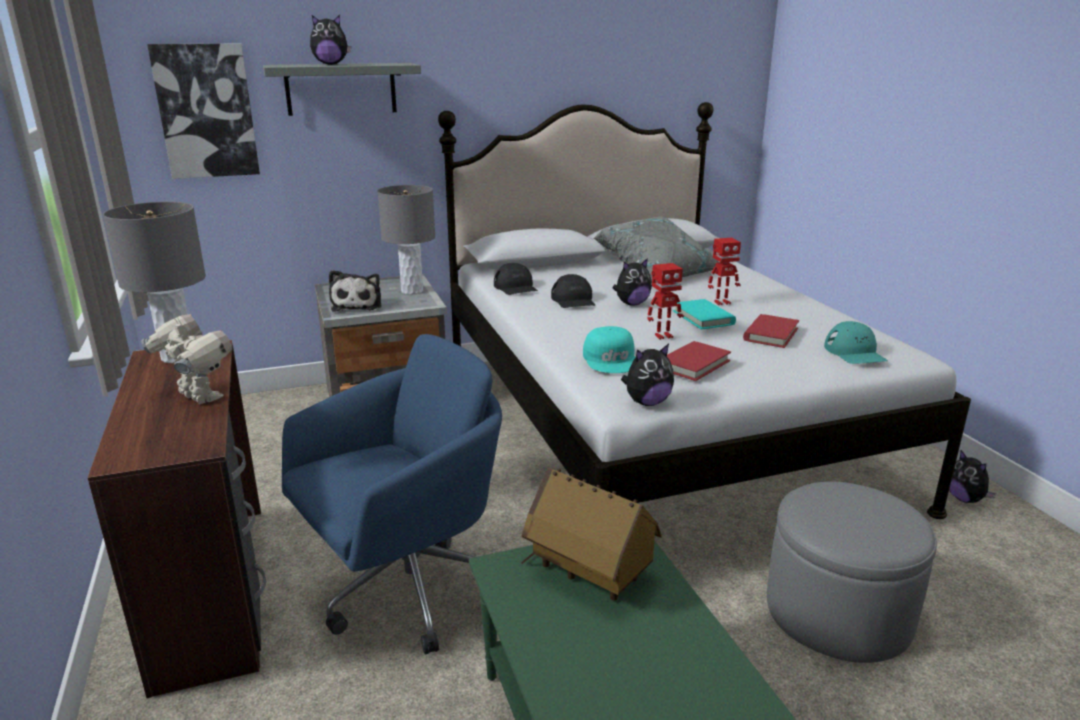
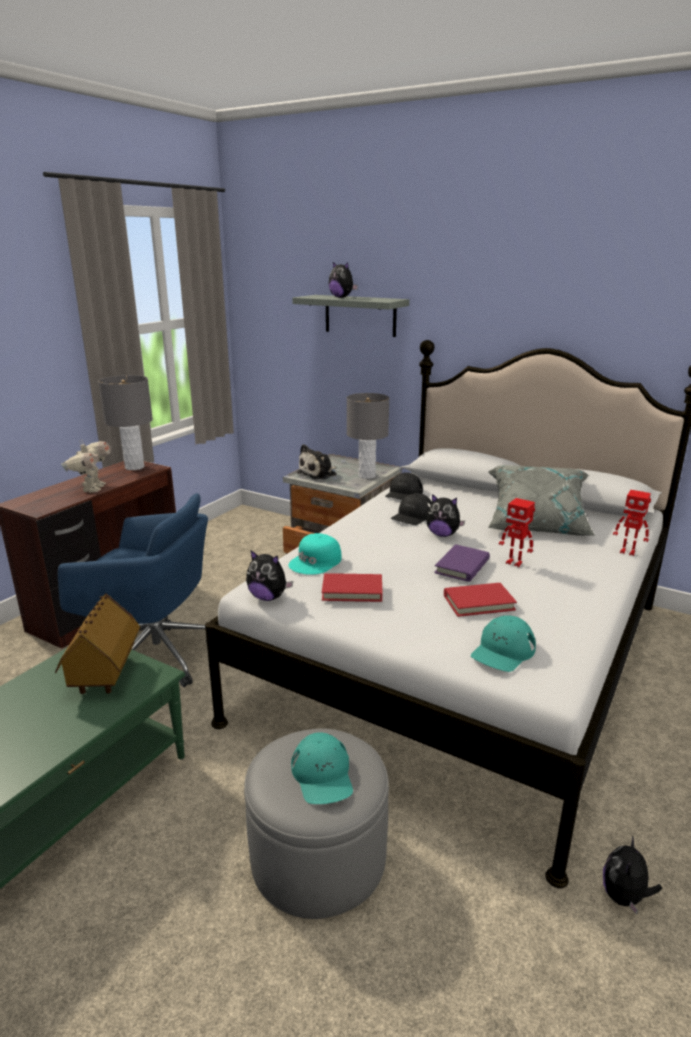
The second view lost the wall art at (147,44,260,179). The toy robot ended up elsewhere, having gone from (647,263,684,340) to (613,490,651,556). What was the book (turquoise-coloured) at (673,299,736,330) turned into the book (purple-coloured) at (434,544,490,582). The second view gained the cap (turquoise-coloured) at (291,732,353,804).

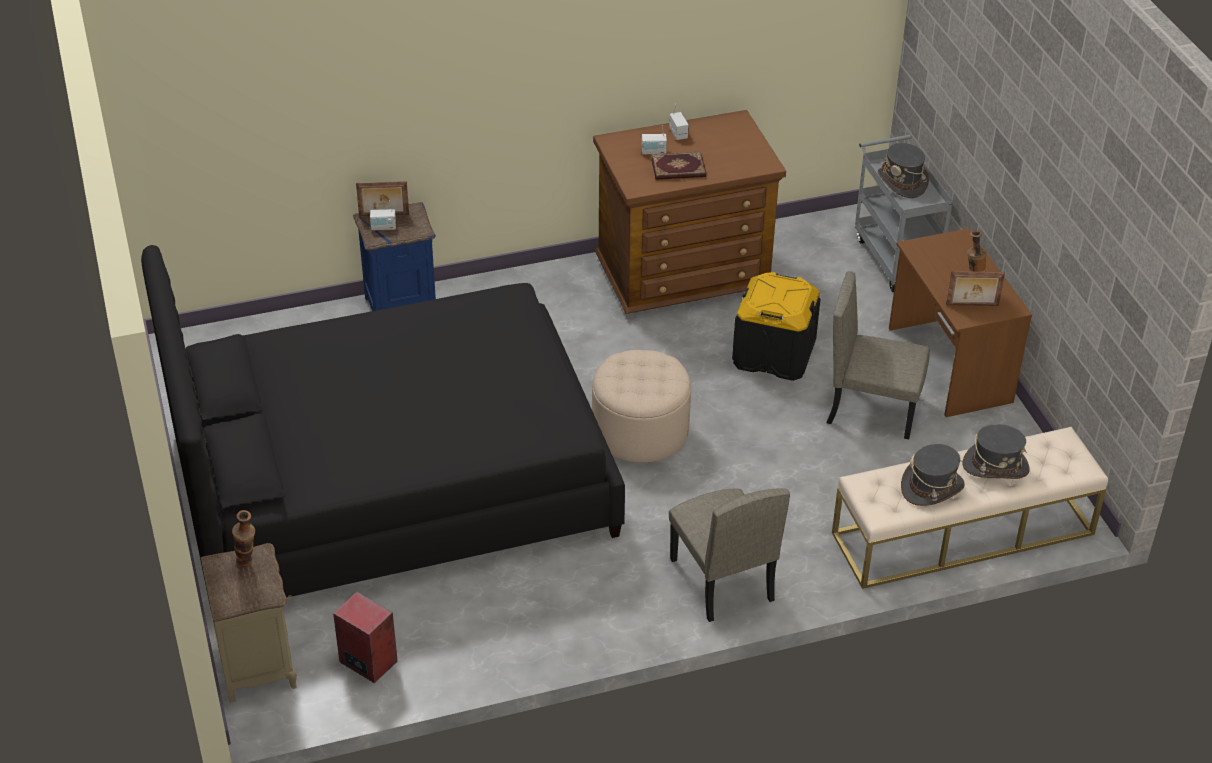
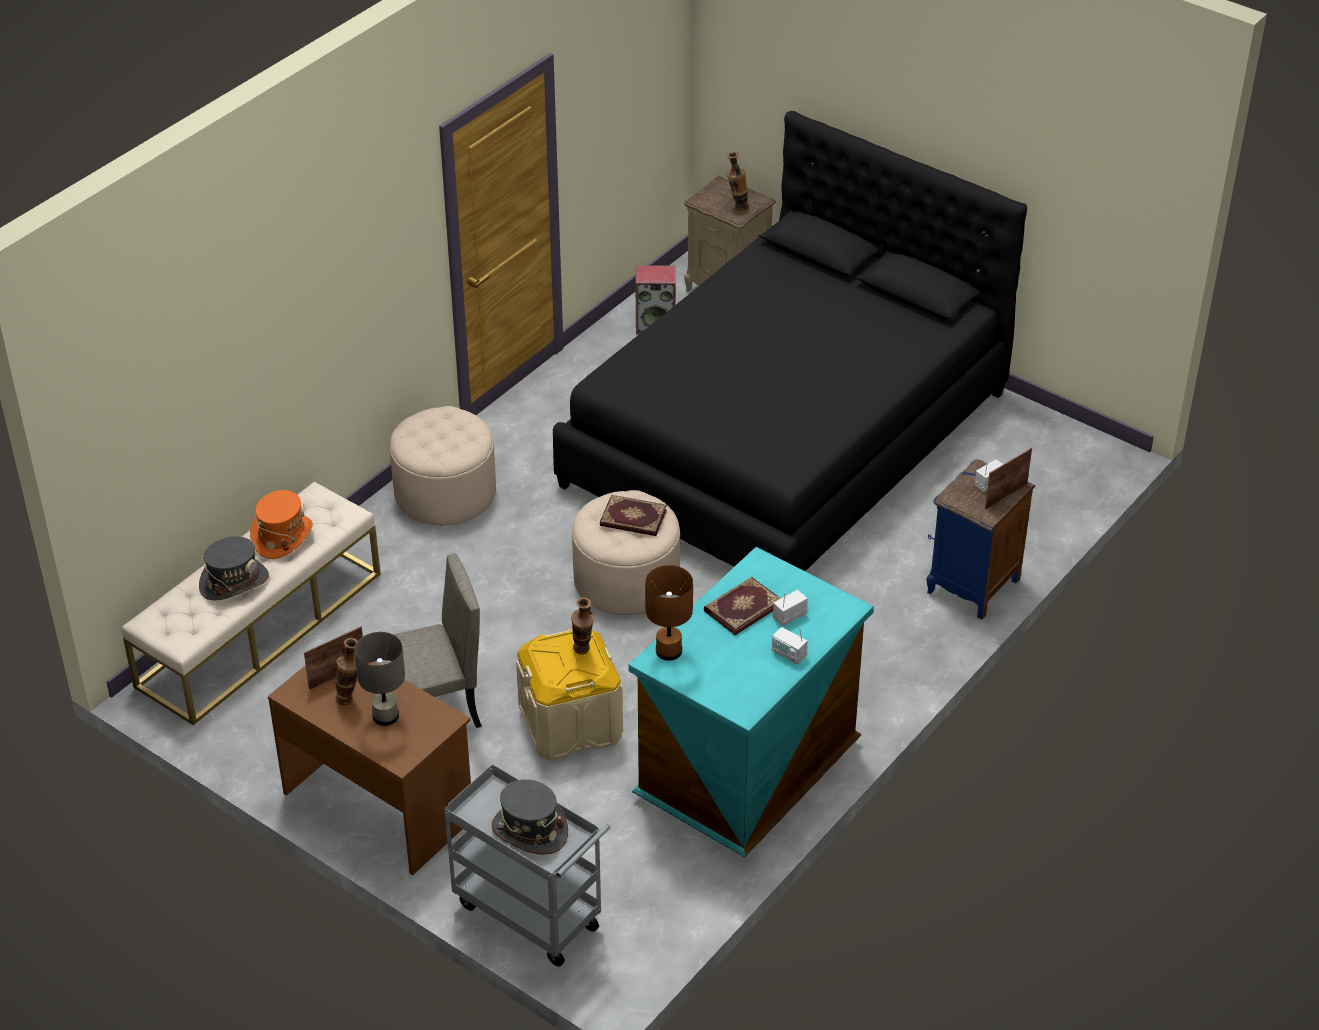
What was the chest of drawers (brown-coloured) at (593,110,786,314) turned into the chest of drawers (turquoise-coloured) at (629,547,874,857). Where the upright chair (sand-coloured) stood at (669,488,790,622), the ottoman (sand-coloured) came to stand at (390,406,496,526). What was the storage container (black-coloured) at (732,272,820,381) turned into the storage container (sand-coloured) at (516,628,623,761). What was the hat (grey) at (901,444,965,506) turned into the hat (orange-coloured) at (250,490,313,559). The second view gained the table lamp (grey) at (355,632,405,726). The second view gained the vase at (571,597,594,654). The second view gained the book at (600,495,667,536). The second view gained the table lamp (brown-coloured) at (645,565,693,661).

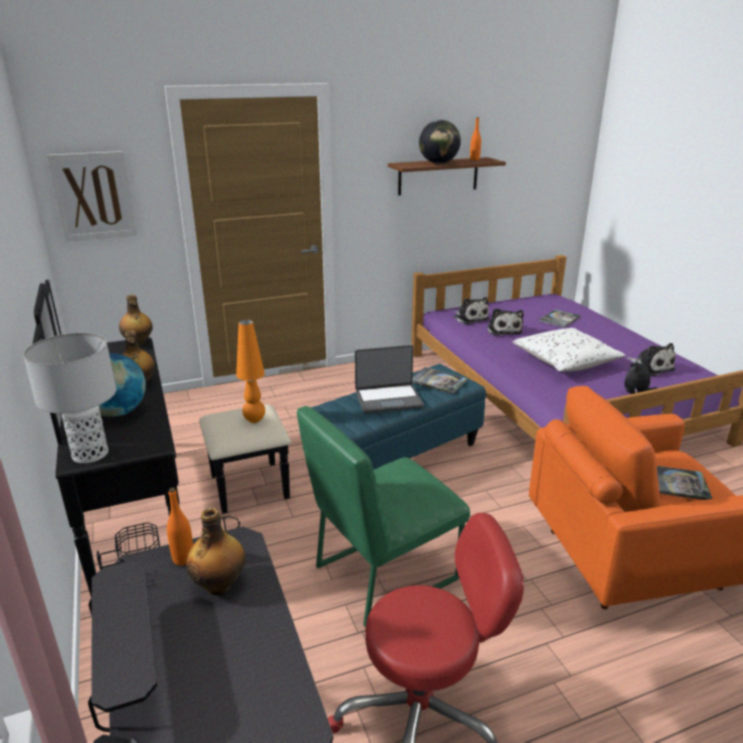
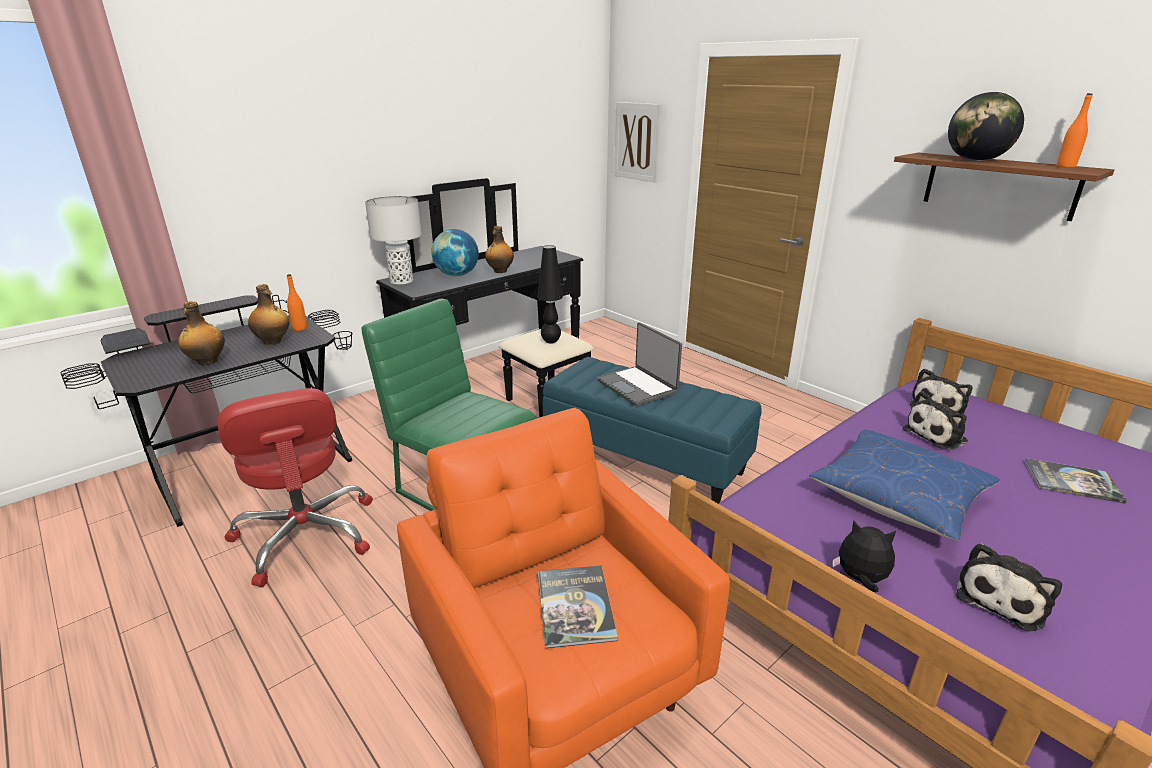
The drink bottle ended up elsewhere, having gone from (119,295,153,346) to (178,301,225,366). What was the table lamp (orange-coloured) at (236,320,265,423) turned into the table lamp (black-coloured) at (538,245,563,344). The second view lost the book at (412,367,467,394). What was the cushion (whitish) at (512,328,626,372) turned into the cushion (blue) at (809,430,1000,541).

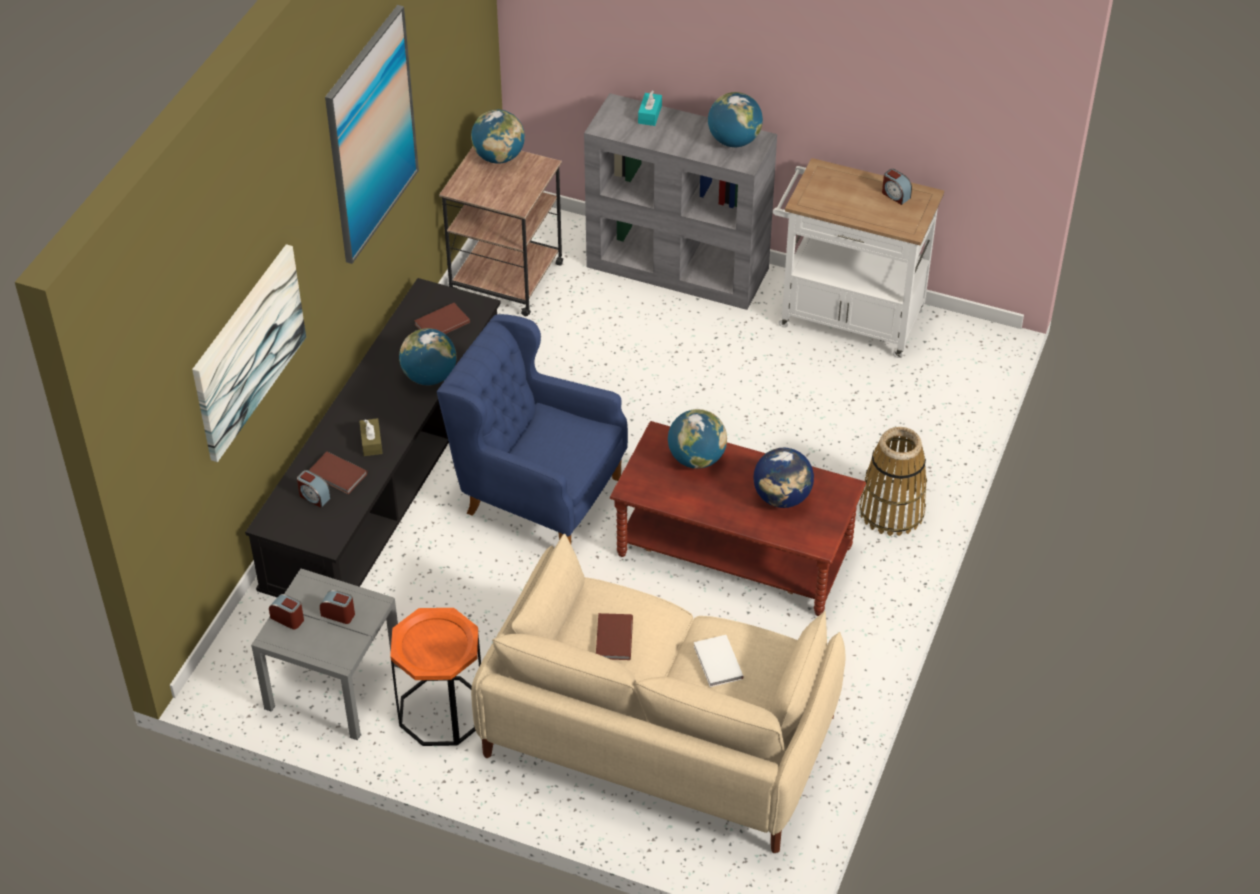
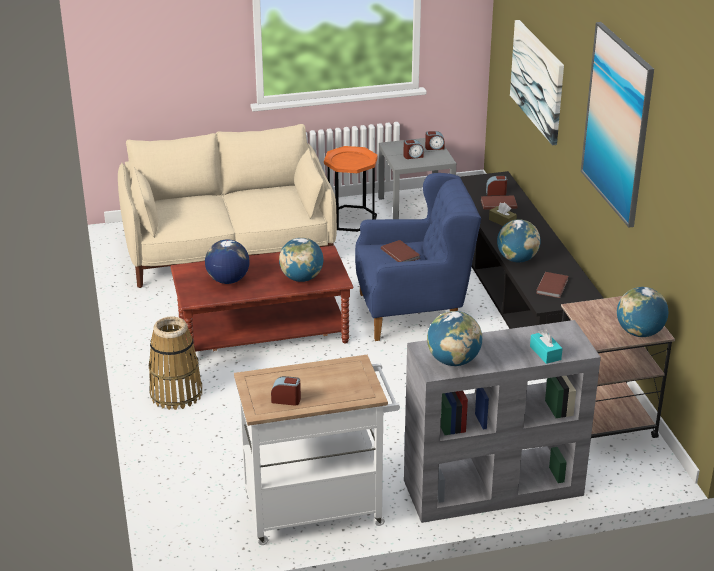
The book (brown-coloured) ended up elsewhere, having gone from (596,613,633,660) to (381,240,420,262). The second view lost the book (whitish) at (694,635,744,687).

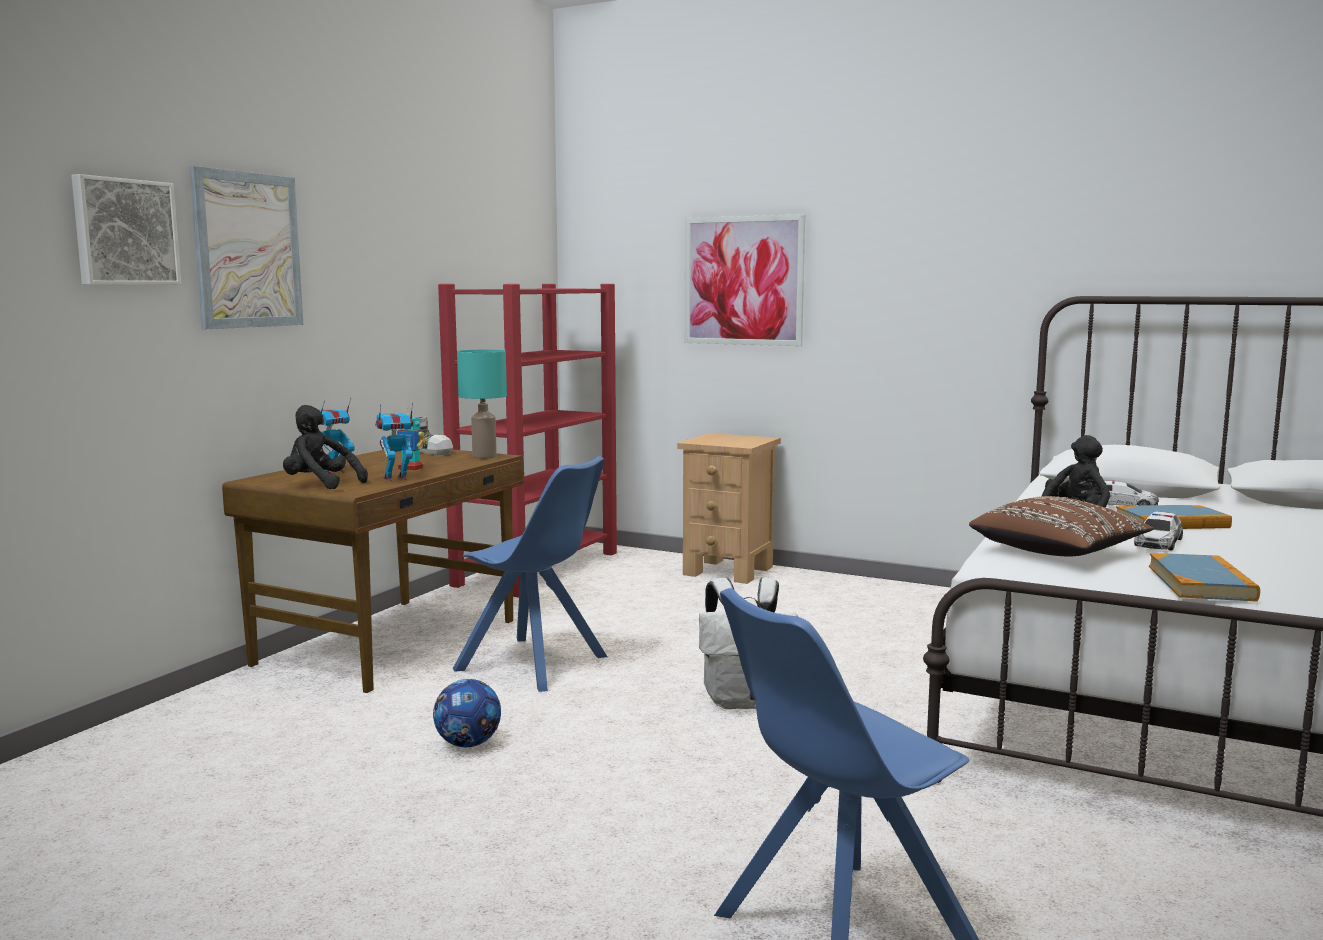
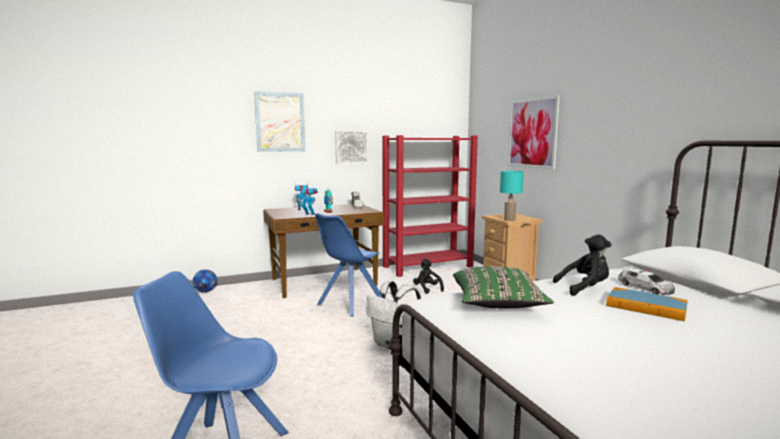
The wall art ended up elsewhere, having gone from (71,174,181,285) to (335,131,368,164). The cuddly toy (black-coloured) ended up elsewhere, having gone from (283,405,368,489) to (413,259,444,294). The football ball ended up elsewhere, having gone from (433,679,501,747) to (193,269,217,292). The upright chair (blue) at (453,456,607,692) ended up facing another way, 60 degrees clockwise from before. The table lamp (turquoise-coloured) ended up elsewhere, having gone from (457,349,507,459) to (500,171,524,221). What was the cushion (brown-coloured) at (969,496,1154,556) turned into the cushion (greenish) at (453,266,554,308). The second view lost the model car at (1134,512,1183,551). The second view lost the book at (1149,553,1260,602).

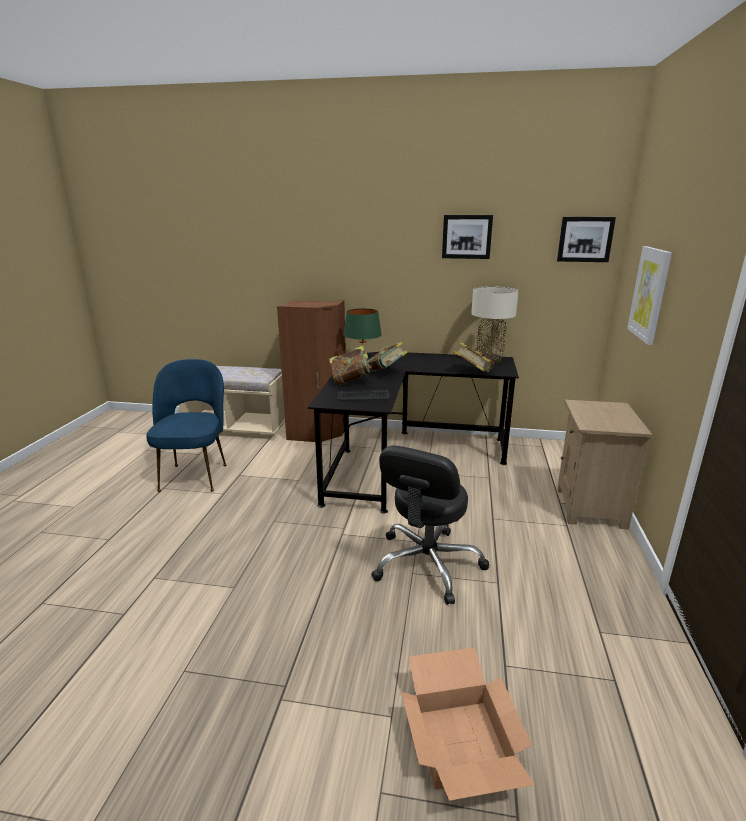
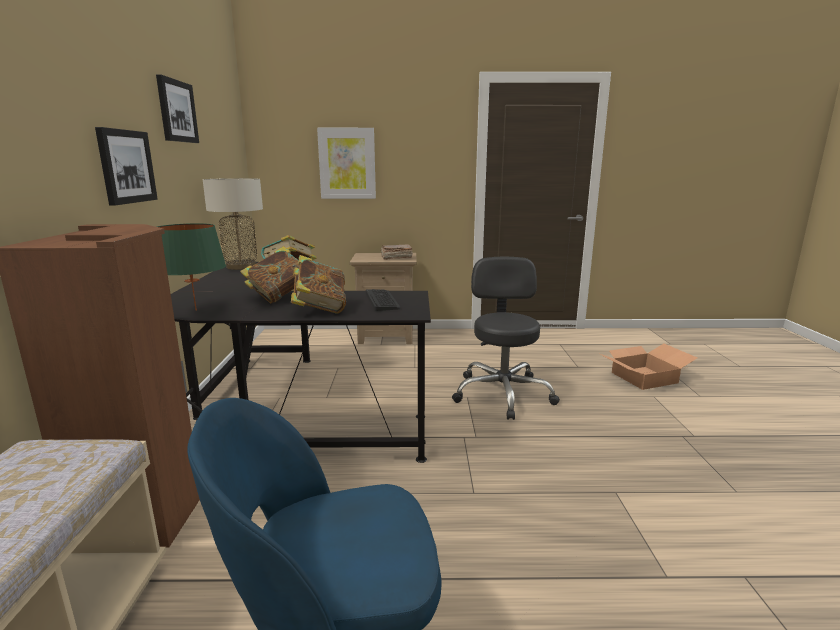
The computer chair (black-coloured) at (371,445,489,605) ended up facing another way, 105 degrees counterclockwise from before. The wall art ended up elsewhere, having gone from (557,217,616,262) to (95,127,158,206). The second view gained the book (brown-coloured) at (381,244,413,260).

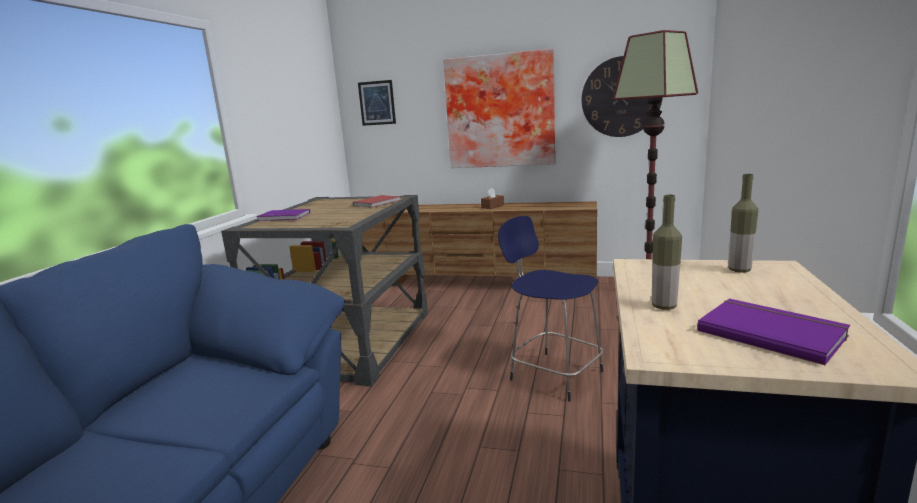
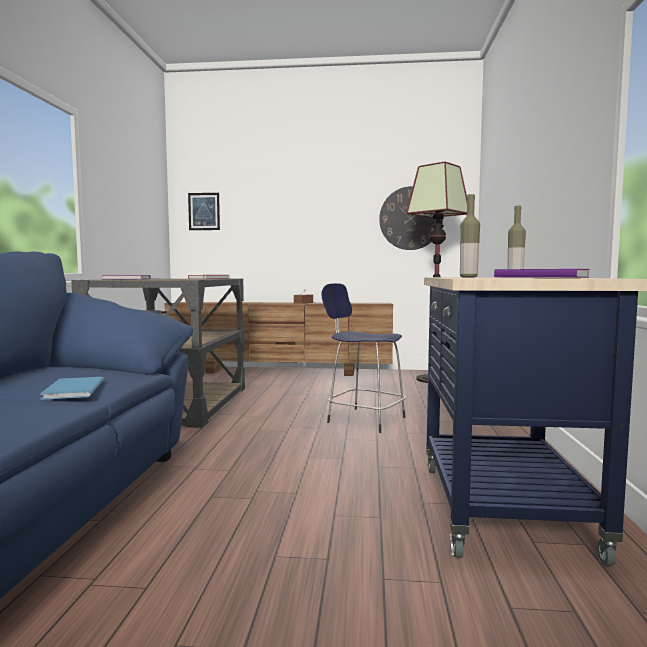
The second view lost the wall art at (443,49,555,168). The second view gained the book (blue) at (40,377,104,400).

